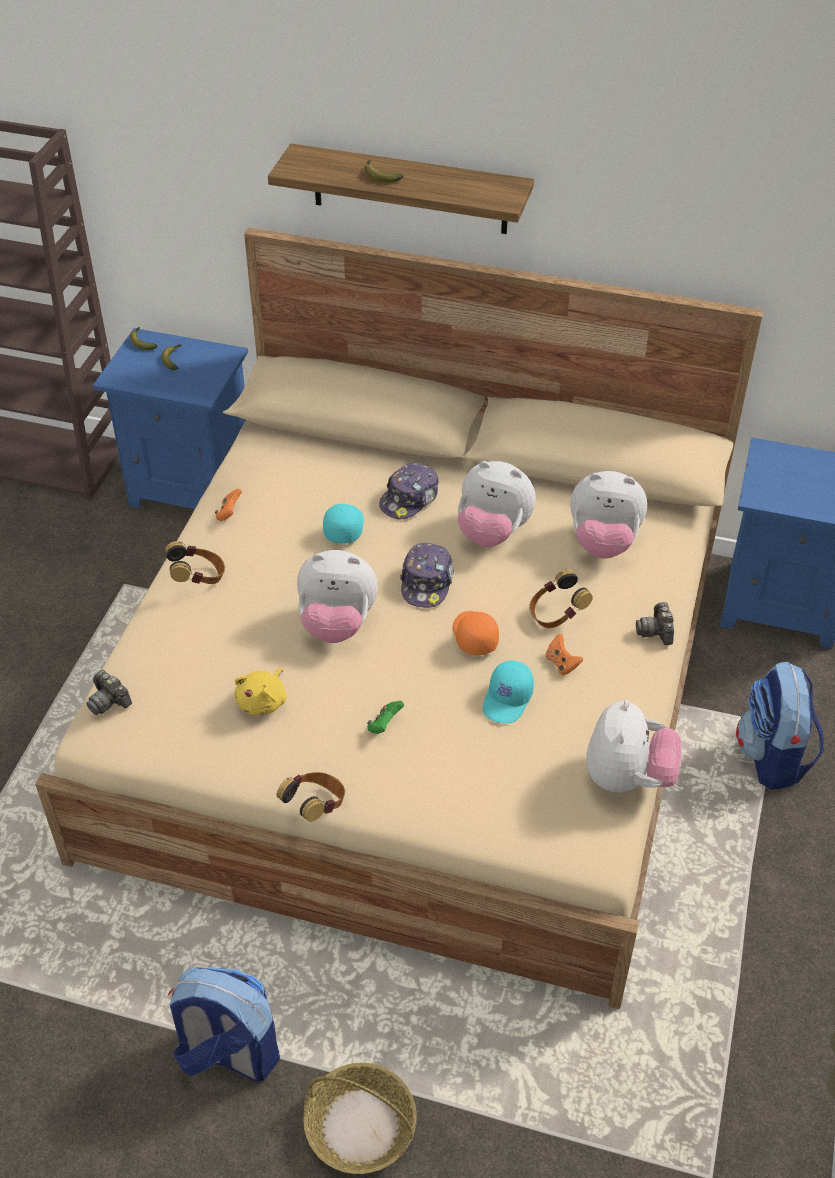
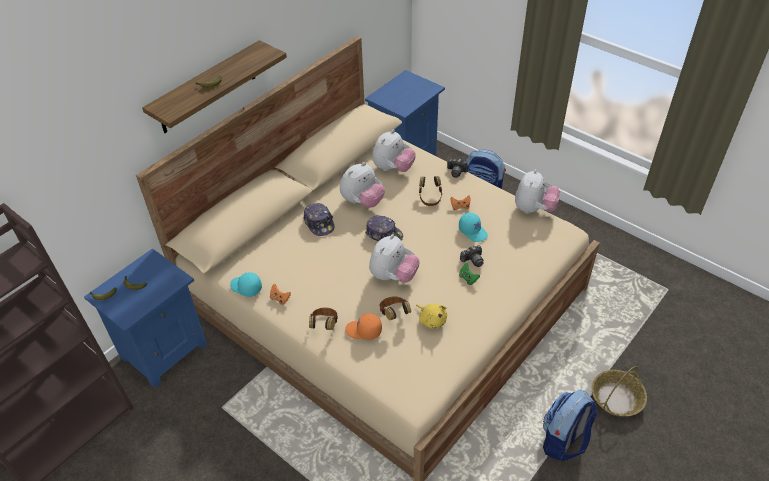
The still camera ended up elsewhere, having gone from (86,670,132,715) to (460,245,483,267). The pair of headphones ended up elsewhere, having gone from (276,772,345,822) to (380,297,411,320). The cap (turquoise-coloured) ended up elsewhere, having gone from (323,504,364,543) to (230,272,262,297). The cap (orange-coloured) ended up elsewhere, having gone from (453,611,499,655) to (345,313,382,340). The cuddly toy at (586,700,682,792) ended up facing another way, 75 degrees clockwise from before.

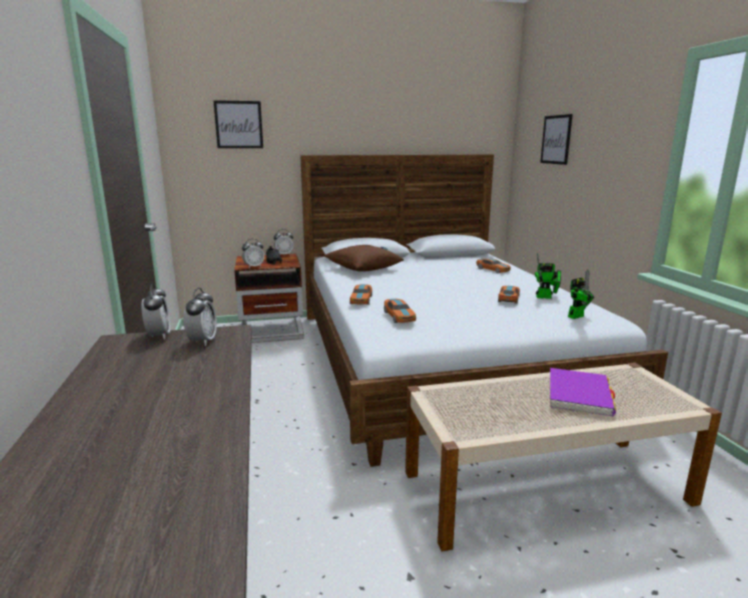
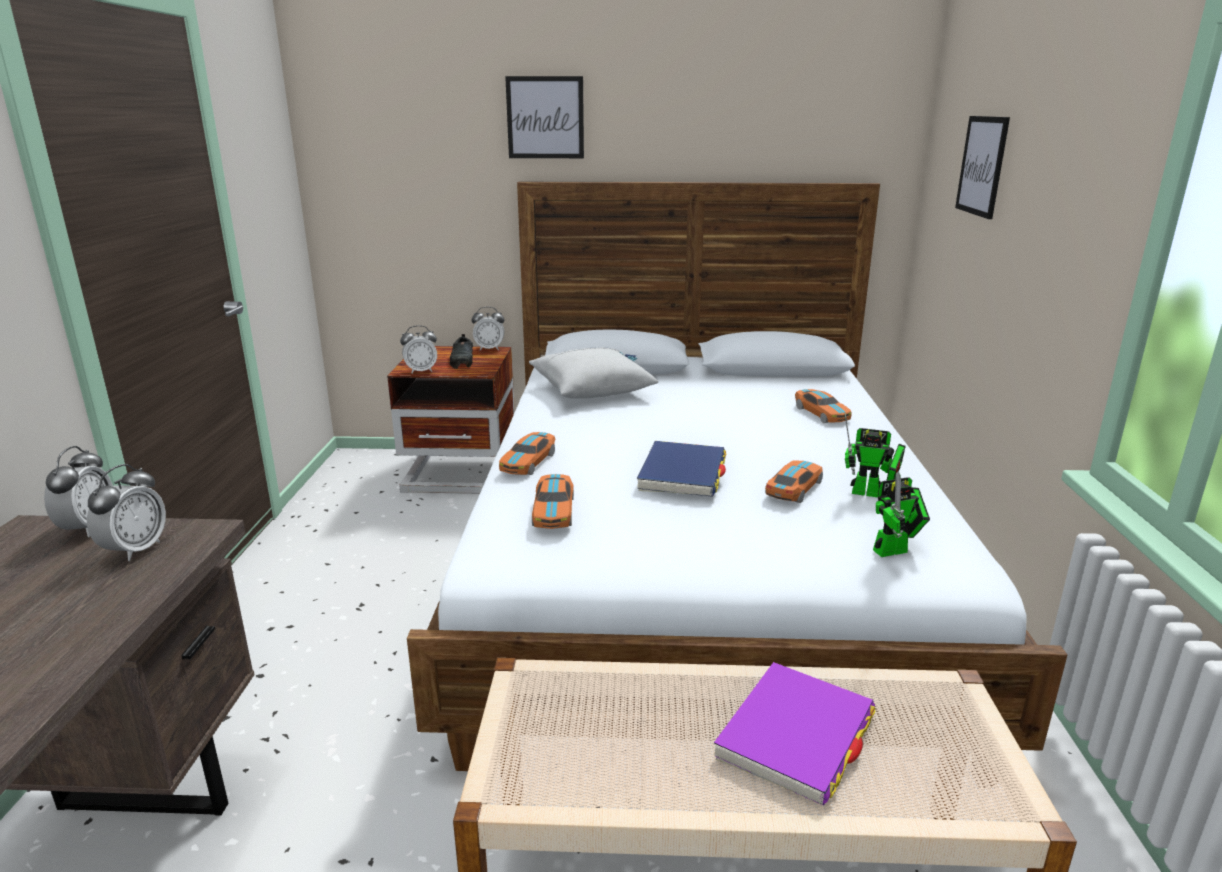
The wall art ended up elsewhere, having gone from (213,100,263,148) to (505,76,584,158). What was the cushion (brown-coloured) at (324,245,404,272) turned into the cushion (grey) at (529,347,658,398). The second view gained the book (blue) at (637,441,727,497).

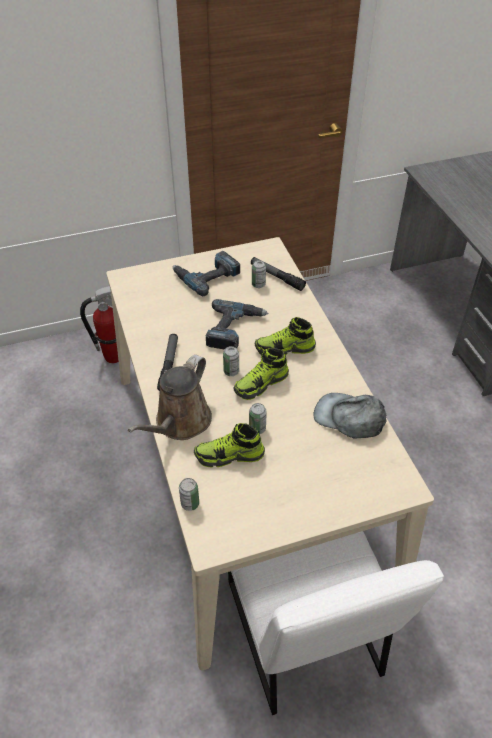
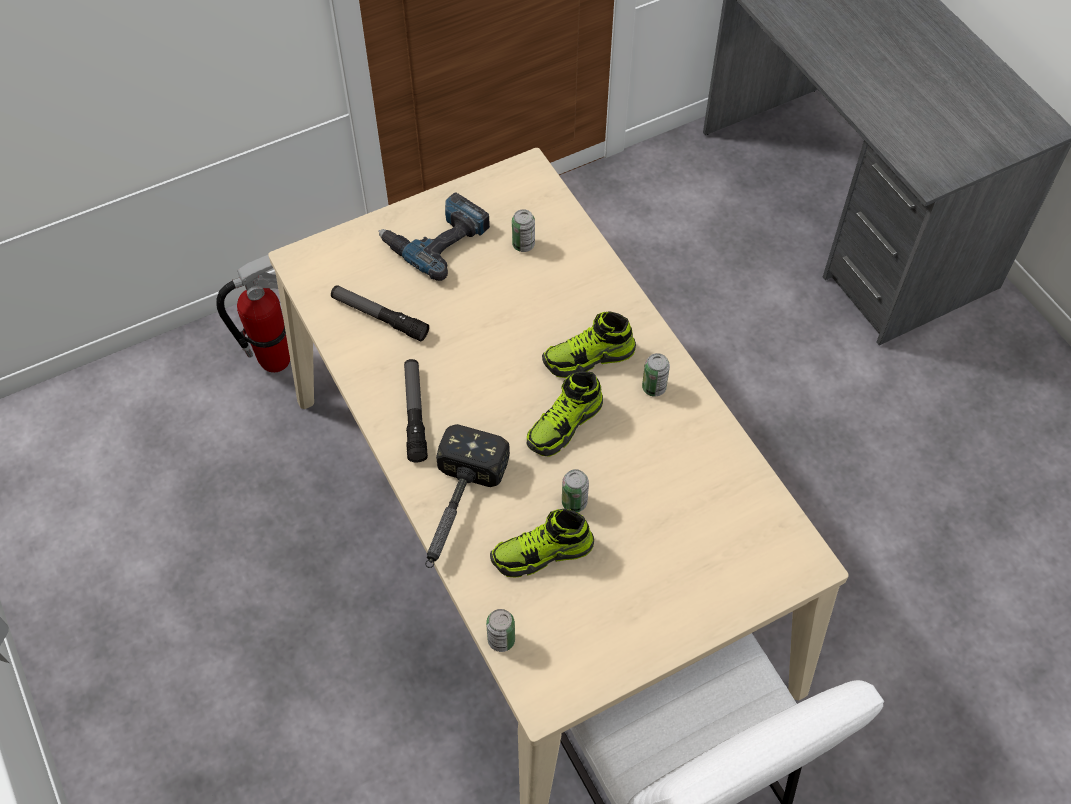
Where the sprinkling can (brown-coloured) stood at (128,355,212,440), the tool hammer came to stand at (425,424,510,568). The second view lost the power drill at (206,299,269,350). The sealed can ended up elsewhere, having gone from (223,346,239,376) to (642,353,670,397). The torch ended up elsewhere, having gone from (251,257,306,291) to (331,285,429,342). The second view lost the cap (grey) at (314,393,387,439).

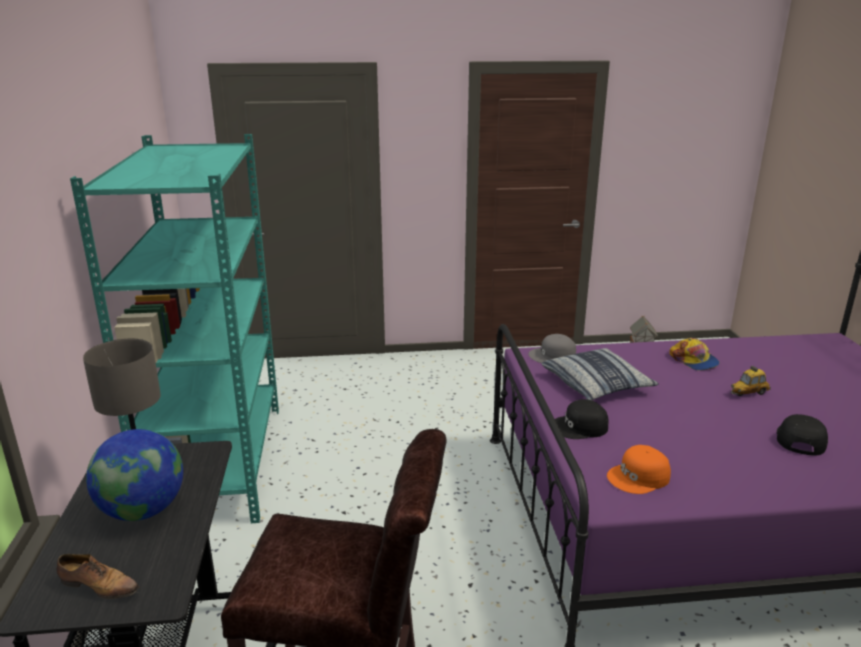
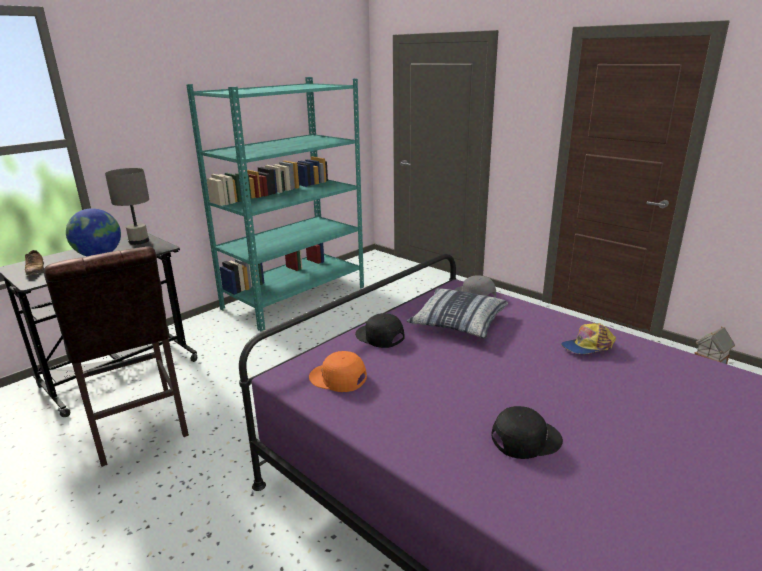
The cap at (669,338,720,371) ended up facing another way, 45 degrees clockwise from before. The second view lost the model car at (731,366,771,396).

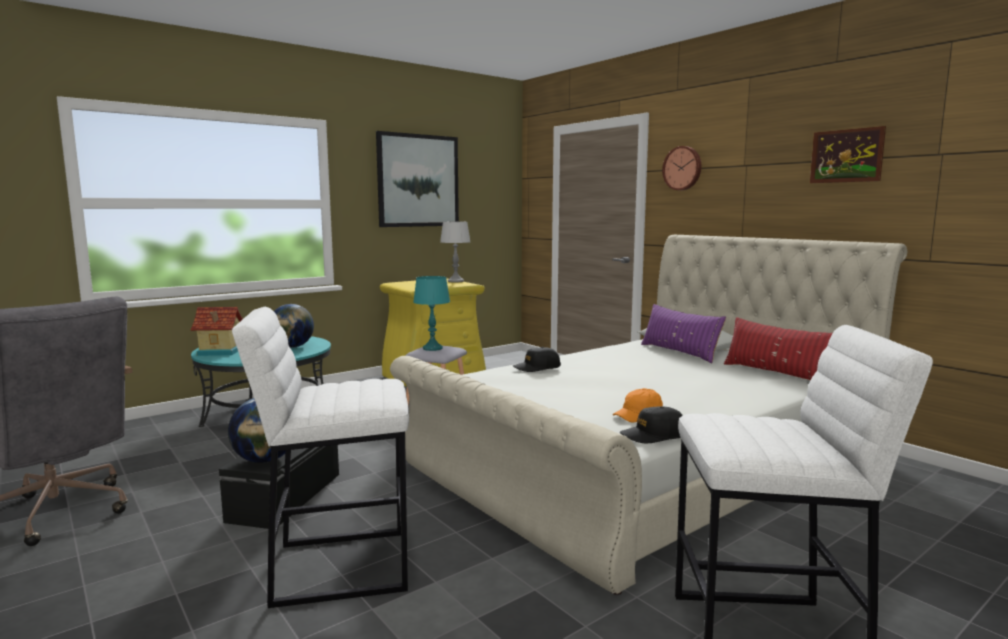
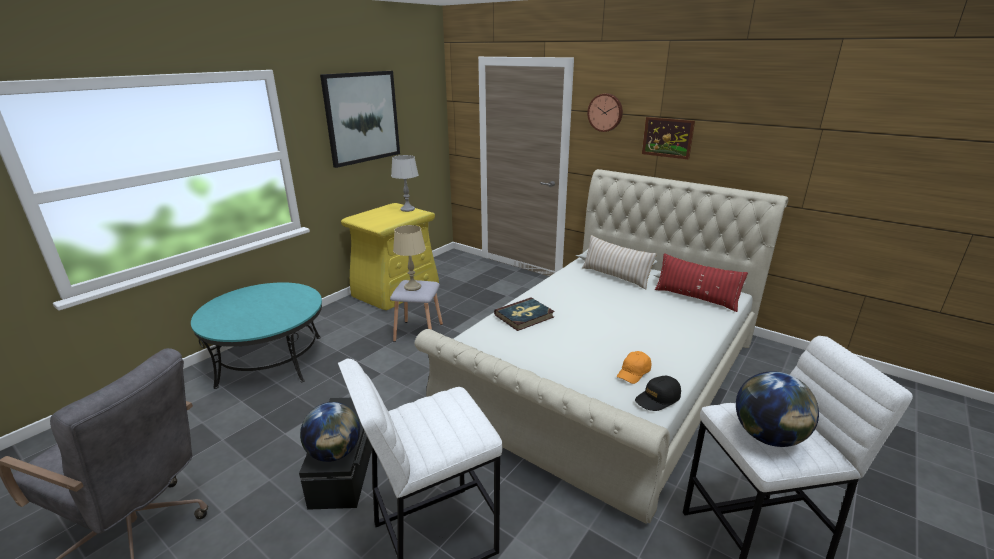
The second view lost the toy house at (191,307,243,356). The world globe ended up elsewhere, having gone from (274,304,314,348) to (736,371,819,447). What was the table lamp (turquoise-coloured) at (413,276,450,351) turned into the table lamp (sand-coloured) at (393,225,426,291). Where the cap (black-coloured) stood at (513,347,561,372), the book came to stand at (494,297,555,331). What was the cushion (purple-coloured) at (641,304,726,363) turned into the cushion (sand-coloured) at (582,235,657,290). The wall art ended up elsewhere, having gone from (810,126,886,183) to (642,117,695,160).

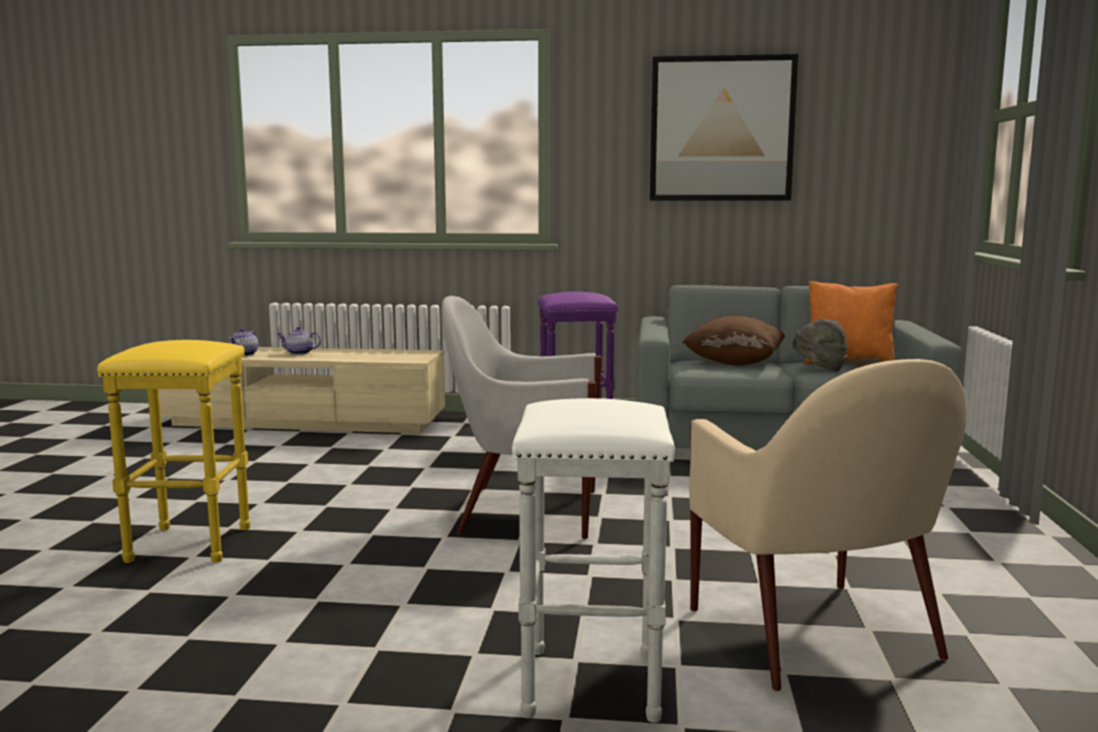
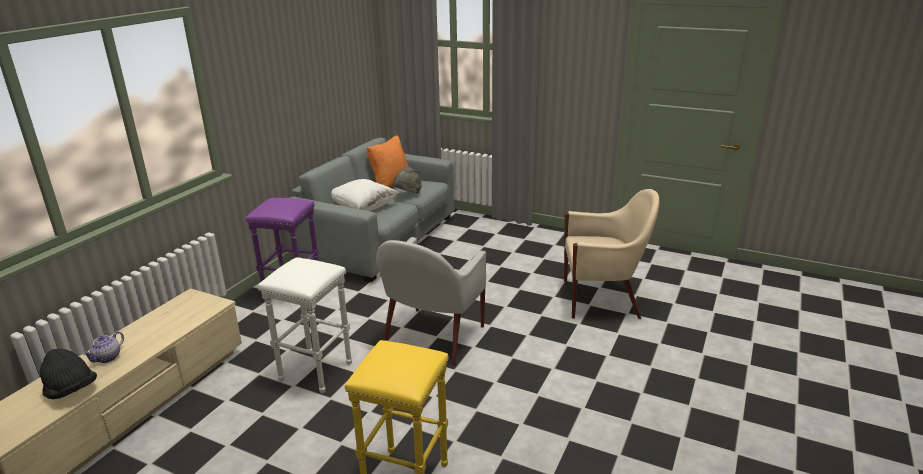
Where the pot for tea stood at (229,328,258,356), the hat (black-coloured) came to stand at (40,349,97,399). The stool (whitish) ended up elsewhere, having gone from (512,398,675,723) to (258,257,352,393). The second view lost the wall art at (650,54,798,201). What was the cushion (brown-coloured) at (682,316,785,366) turned into the cushion (whitish) at (331,179,398,211).

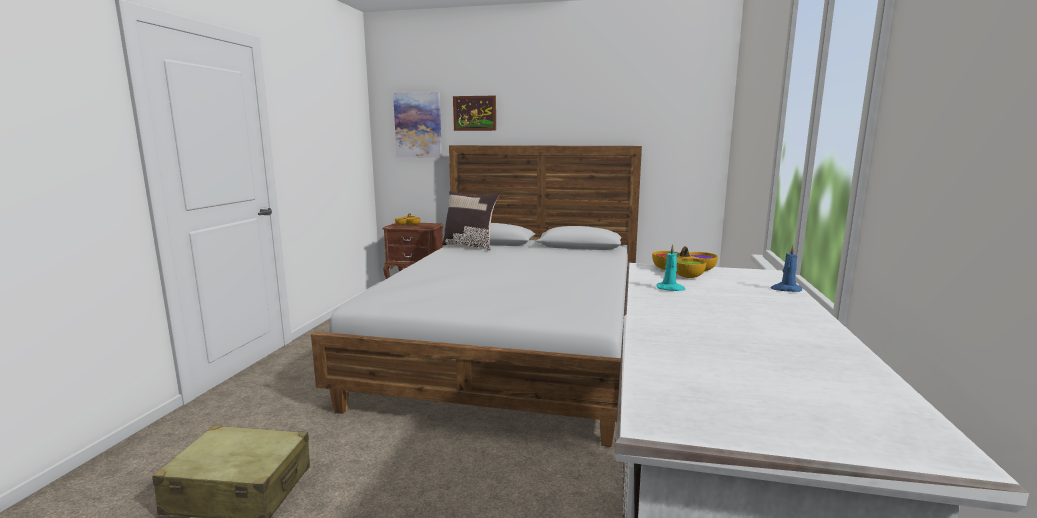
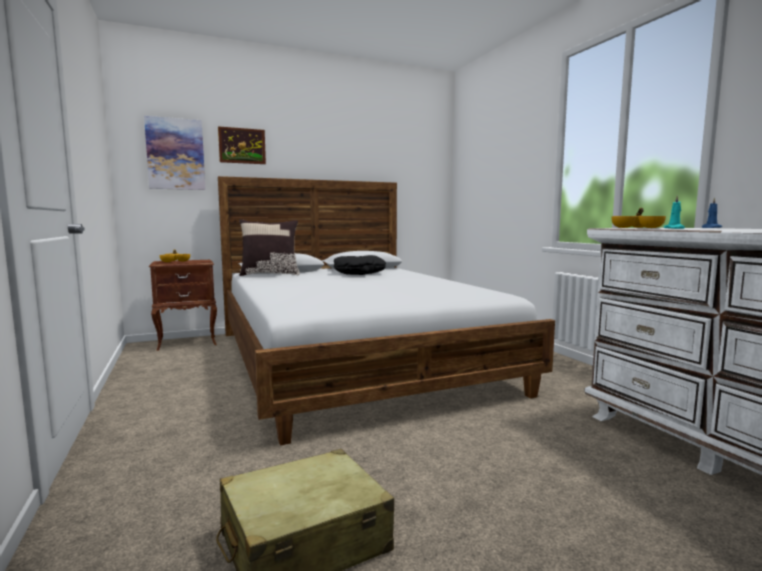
The second view gained the cushion (black-coloured) at (334,255,386,275).

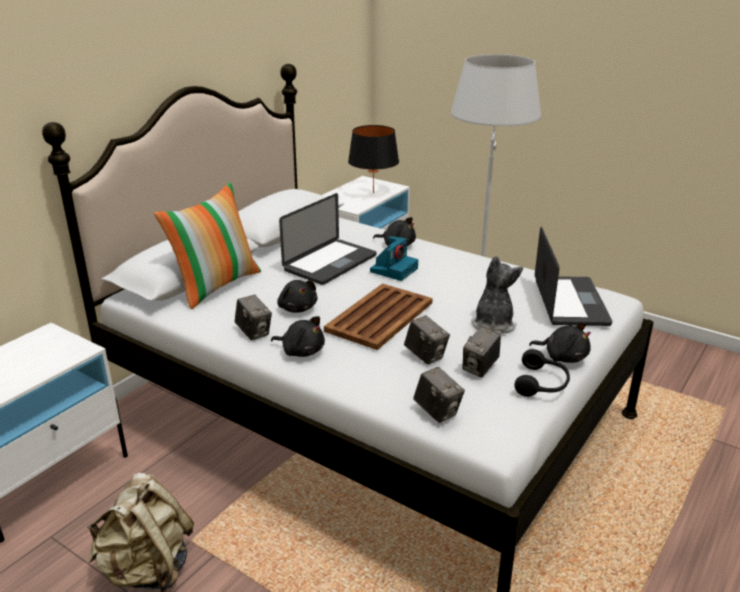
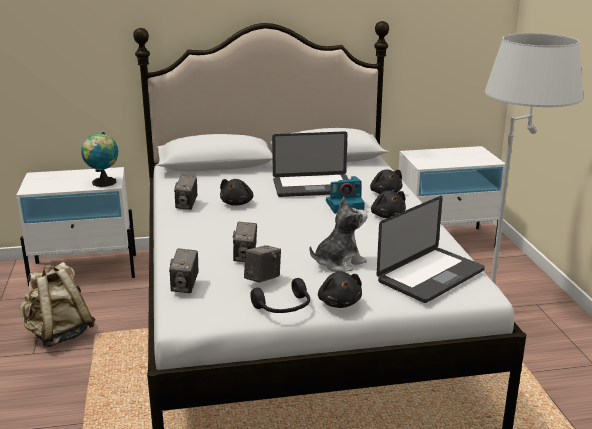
The second view lost the cushion at (154,182,261,309). The cuddly toy (black-coloured) ended up elsewhere, having gone from (271,316,325,357) to (371,191,406,218). The second view lost the serving tray (brown-coloured) at (324,284,433,350). The second view lost the table lamp (black-coloured) at (348,125,399,193). The still camera at (462,326,501,378) ended up facing another way, 135 degrees clockwise from before. The second view gained the world globe at (81,132,118,187).

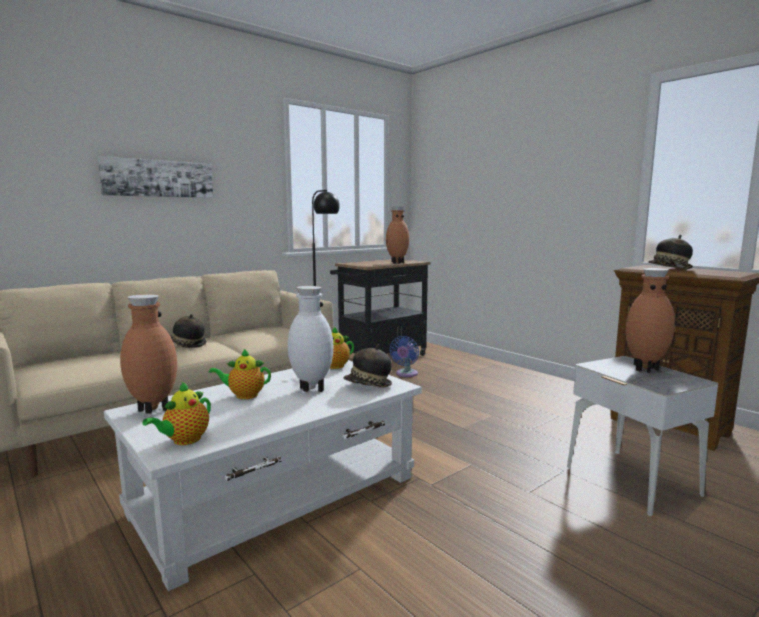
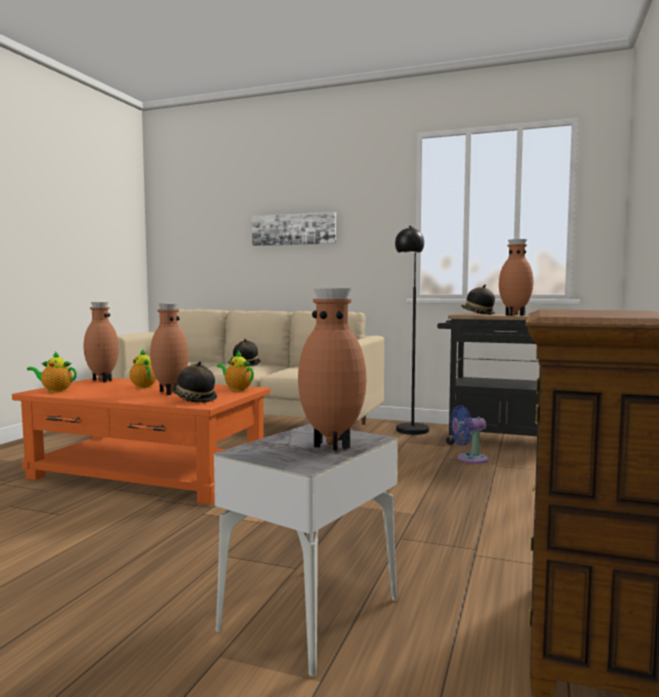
What was the coffee table (whitish) at (104,360,422,591) turned into the coffee table (orange-coloured) at (12,377,270,505). What was the vase (whitish) at (288,286,333,392) turned into the vase (brown-coloured) at (150,303,189,395). The hat ended up elsewhere, having gone from (648,235,693,269) to (461,284,495,315).

